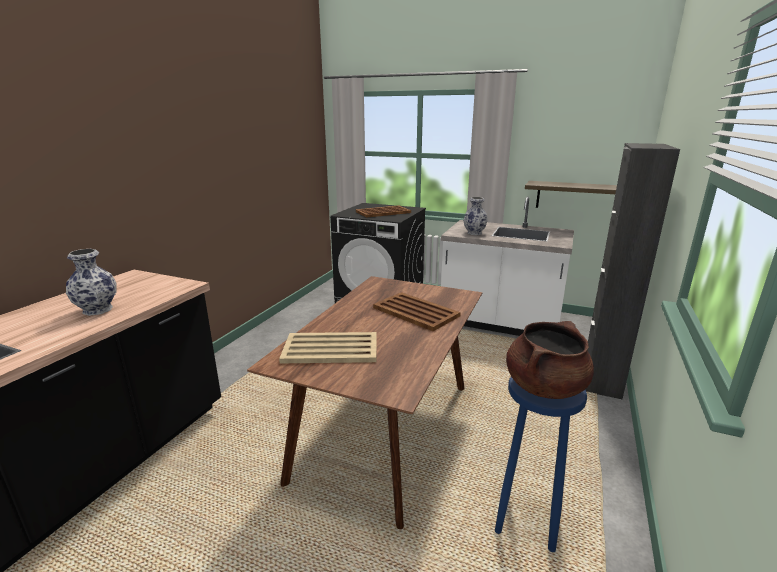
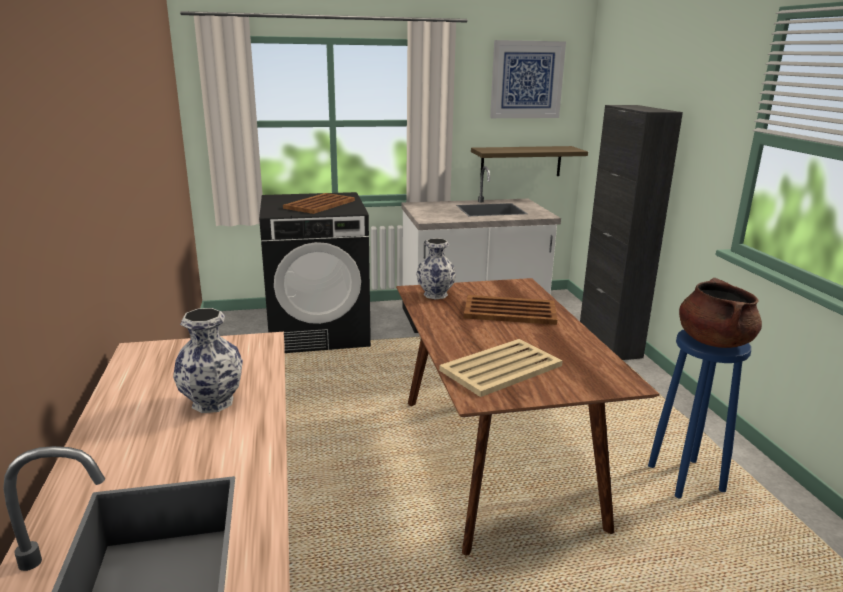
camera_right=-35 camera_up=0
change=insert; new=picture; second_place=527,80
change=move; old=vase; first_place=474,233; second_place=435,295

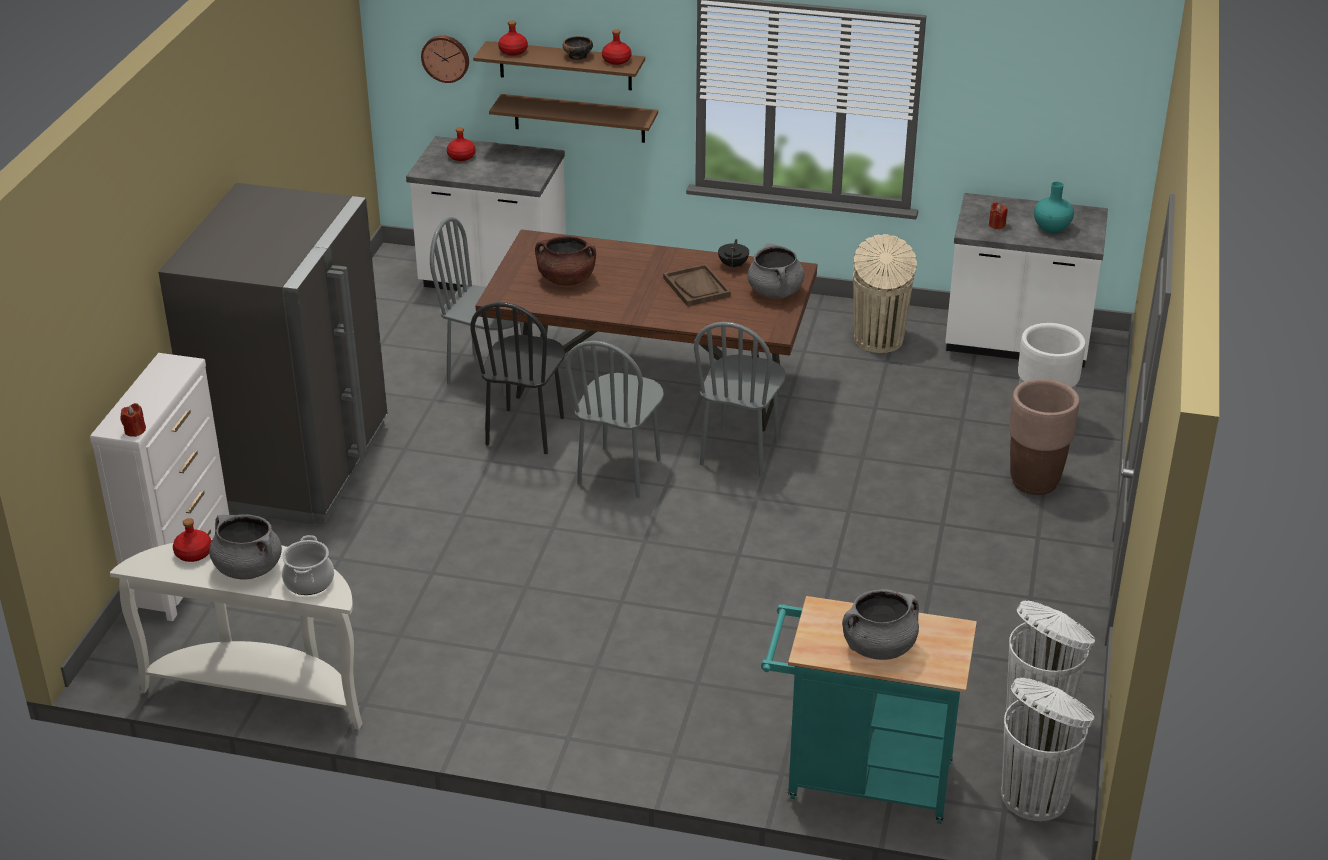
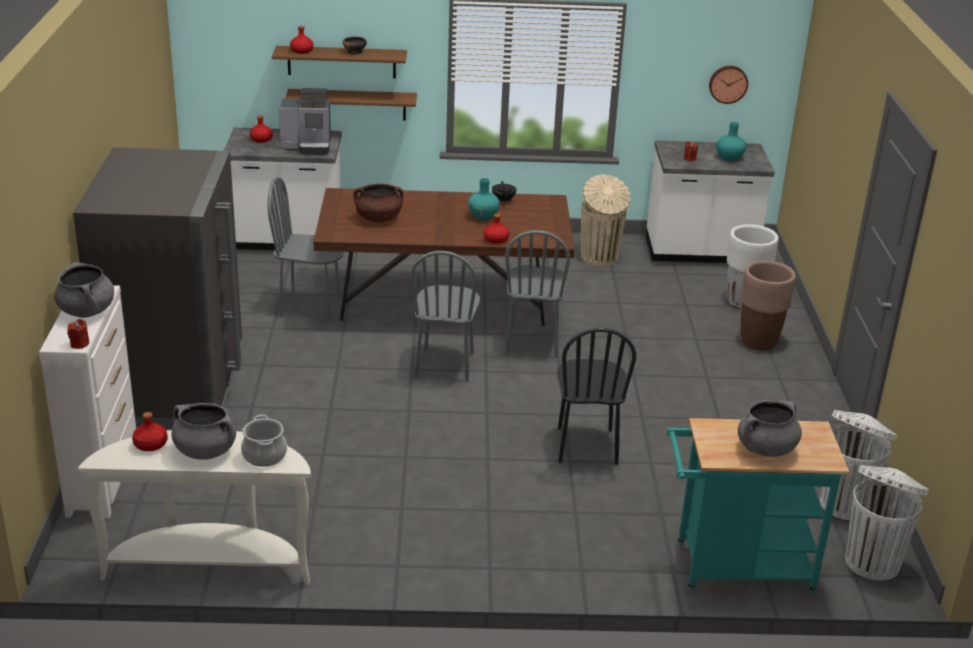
camera_right=-15 camera_up=-5
change=insert; new=coffee machine; second_place=308,147
change=move; old=wall clock; first_place=446,58; second_place=728,84
change=move; old=black chair; first_place=525,431; second_place=586,446
change=move; old=red bottle; first_place=617,60; second_place=496,240
change=move; old=grey cooking pot; first_place=775,292; second_place=87,311
change=replace; old=brown tray; new=turquoise vase; first_place=696,287; second_place=483,216

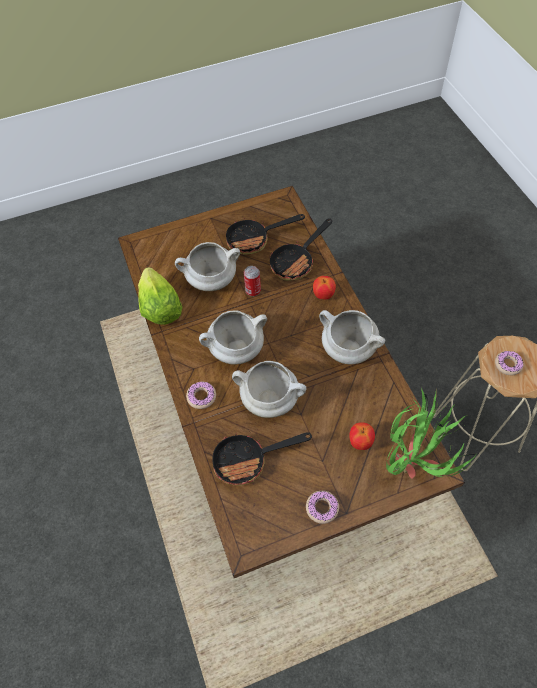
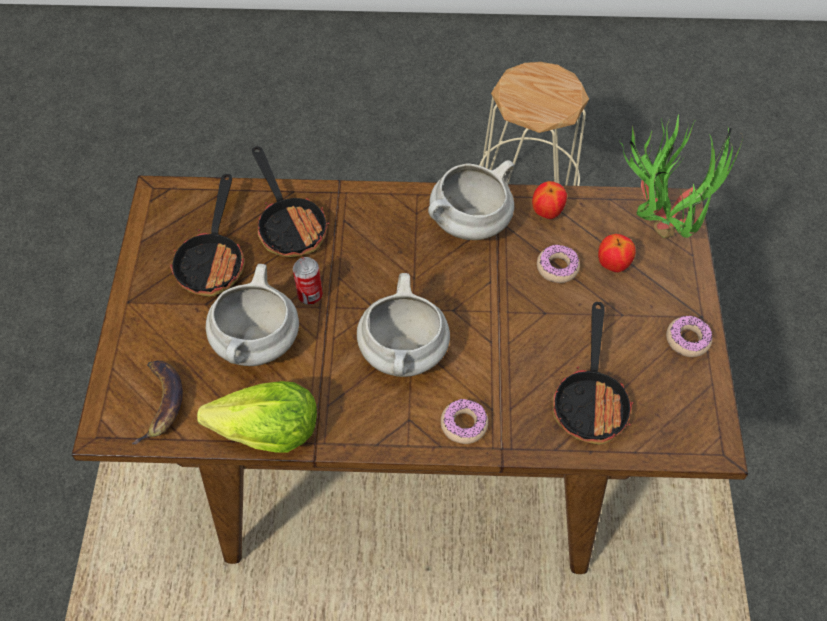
camera_right=-70 camera_up=0
change=delete; old=white cooking pot; first_place=271,399
change=insert; new=banana; second_place=161,403
change=move; old=apple; first_place=323,295; second_place=547,212
change=move; old=donut; first_place=508,365; second_place=557,267

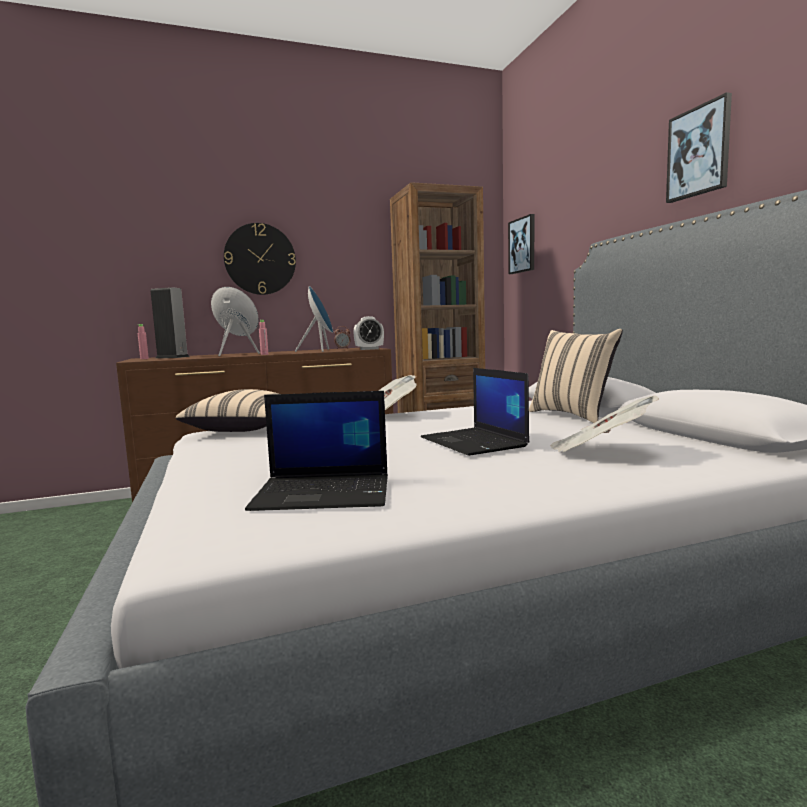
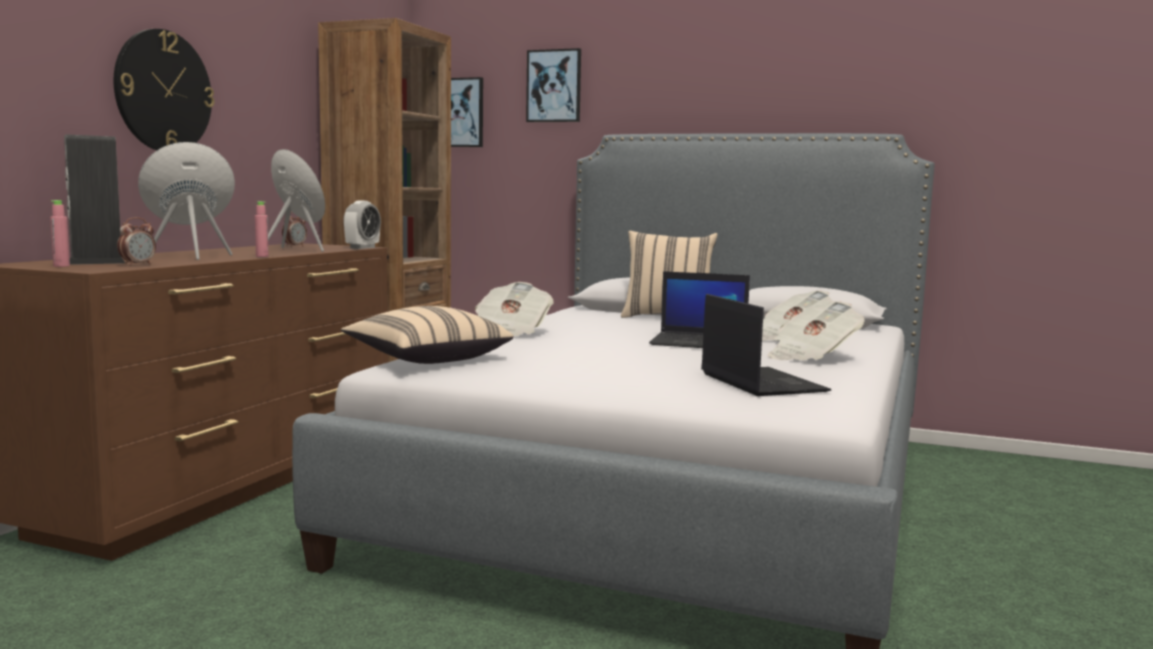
camera_right=-50 camera_up=0
change=insert; new=alarm clock; second_place=138,265
change=insert; new=newspaper; second_place=811,356
change=move; old=picture; first_place=699,151; second_place=554,86
change=rotate; old=laptop; first_place=325,493; second_place=760,382; degrees=-60

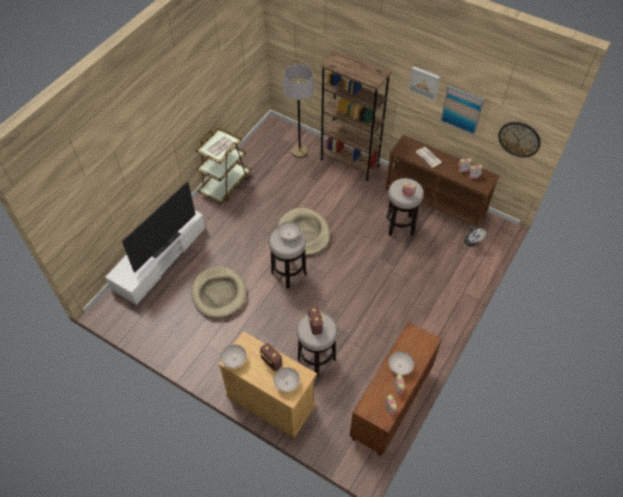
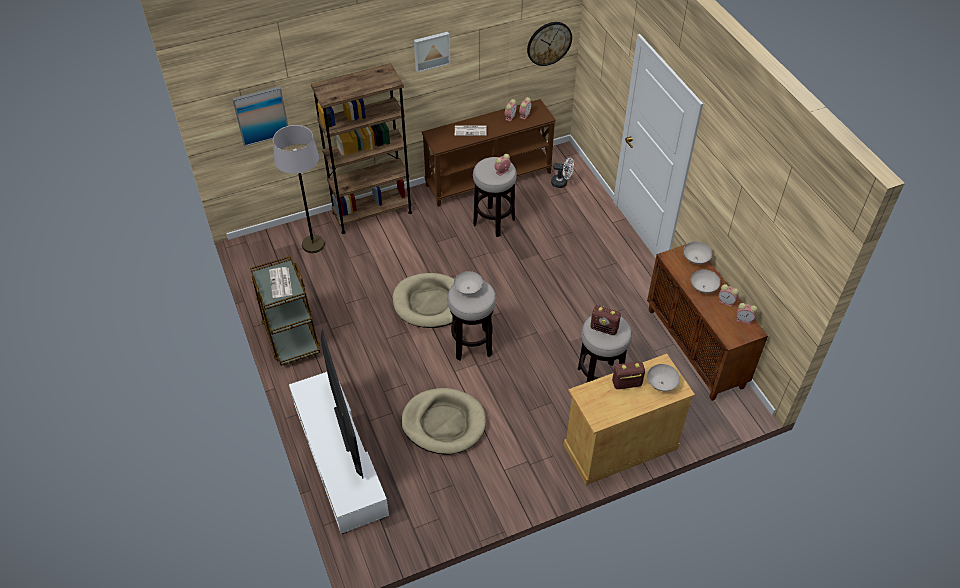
camera_right=-55 camera_up=-5
change=move; old=white bowl; first_place=234,360; second_place=695,259
change=move; old=picture; first_place=462,109; second_place=261,115

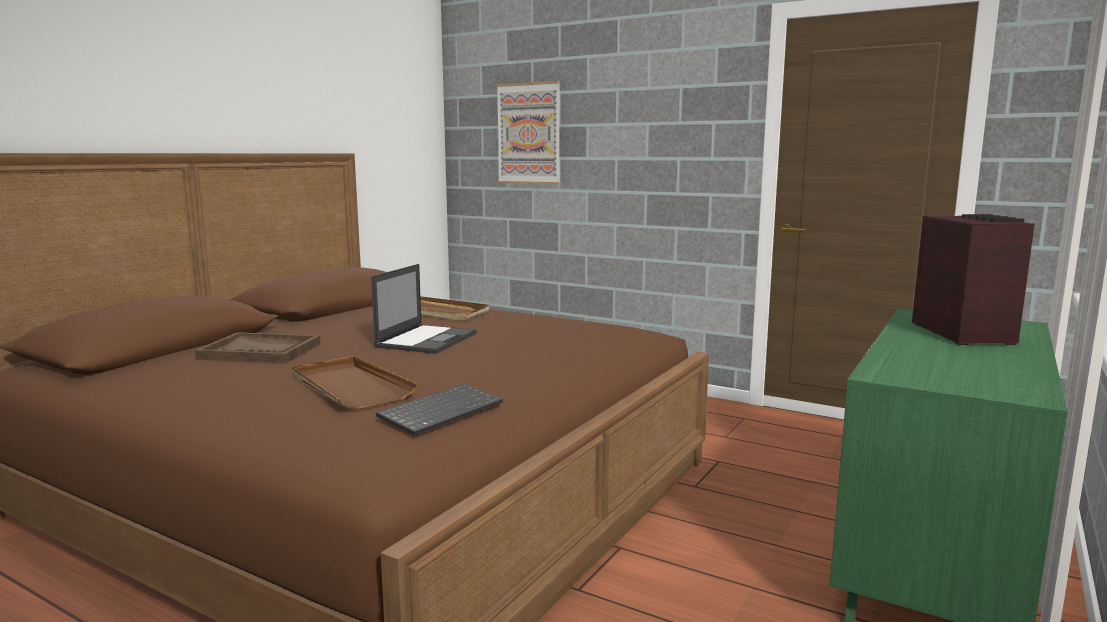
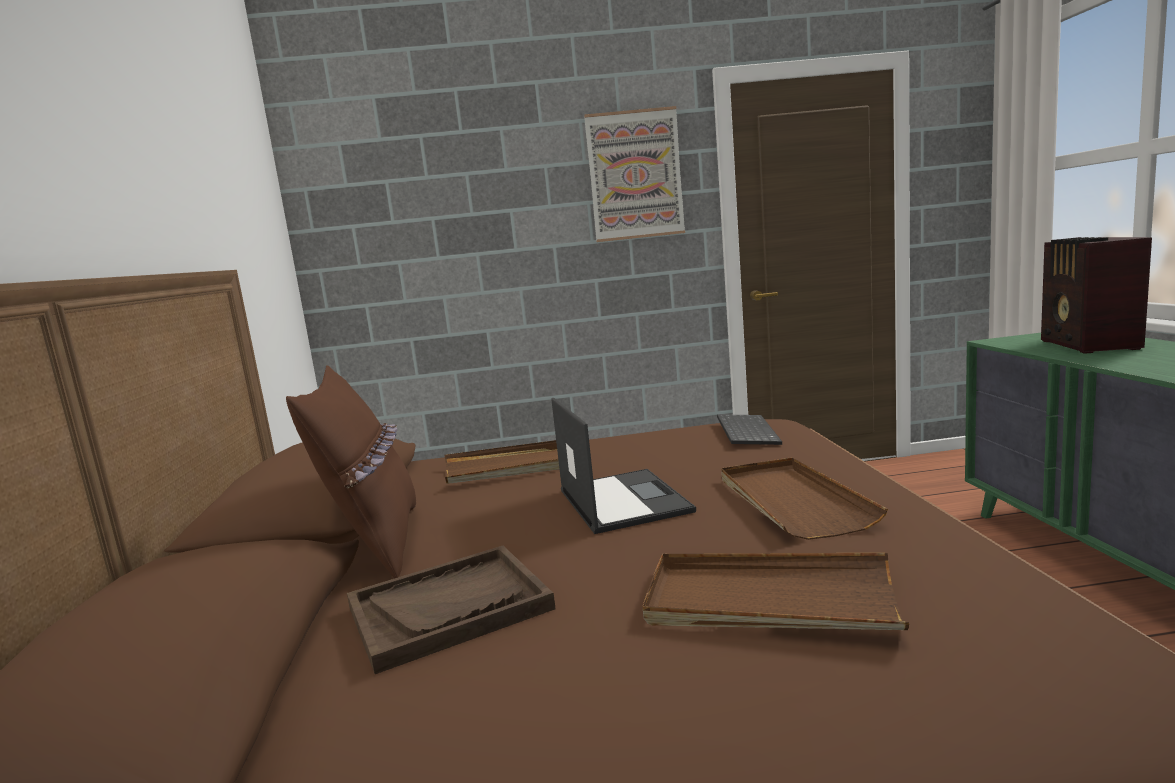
camera_right=-35 camera_up=0
change=insert; new=brown pillow; second_place=376,543
change=insert; new=brown tray; second_place=792,501
change=move; old=keyboard; first_place=441,410; second_place=745,432
change=move; old=picture; first_place=529,134; second_place=635,175
change=rotate; old=radio; first_place=962,333; second_place=1088,345; degrees=-135

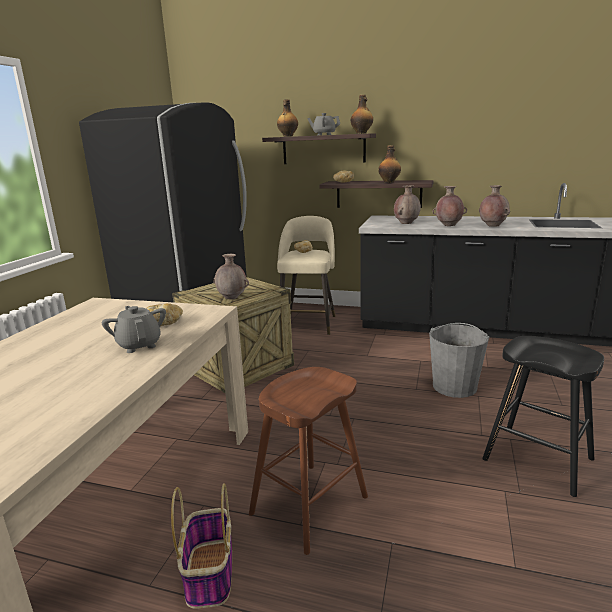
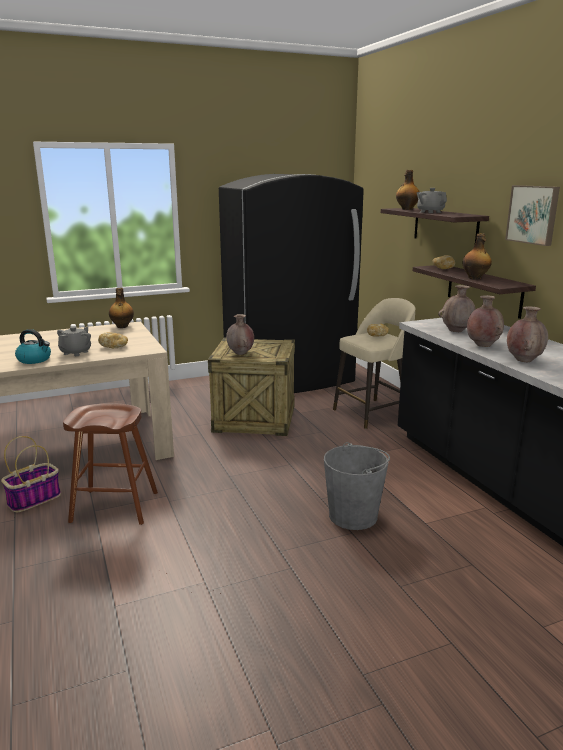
camera_right=50 camera_up=0
change=delete; old=black stool; first_place=537,459
change=insert; new=kettle; second_place=35,360
change=insert; new=picture; second_place=533,214
change=move; old=bottle; first_place=361,133; second_place=122,326

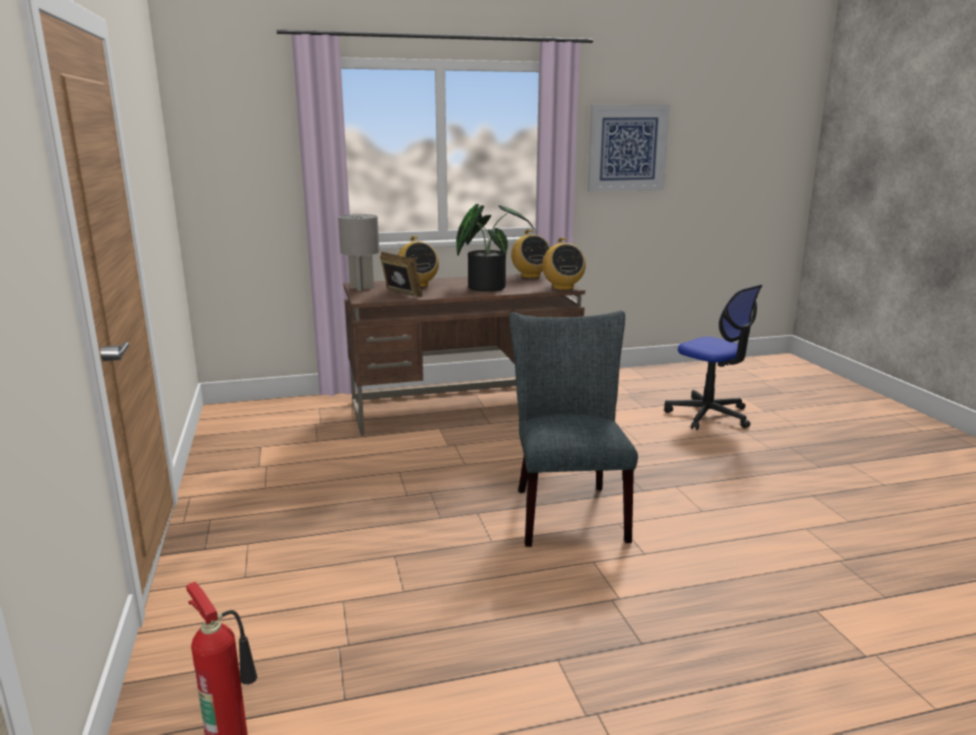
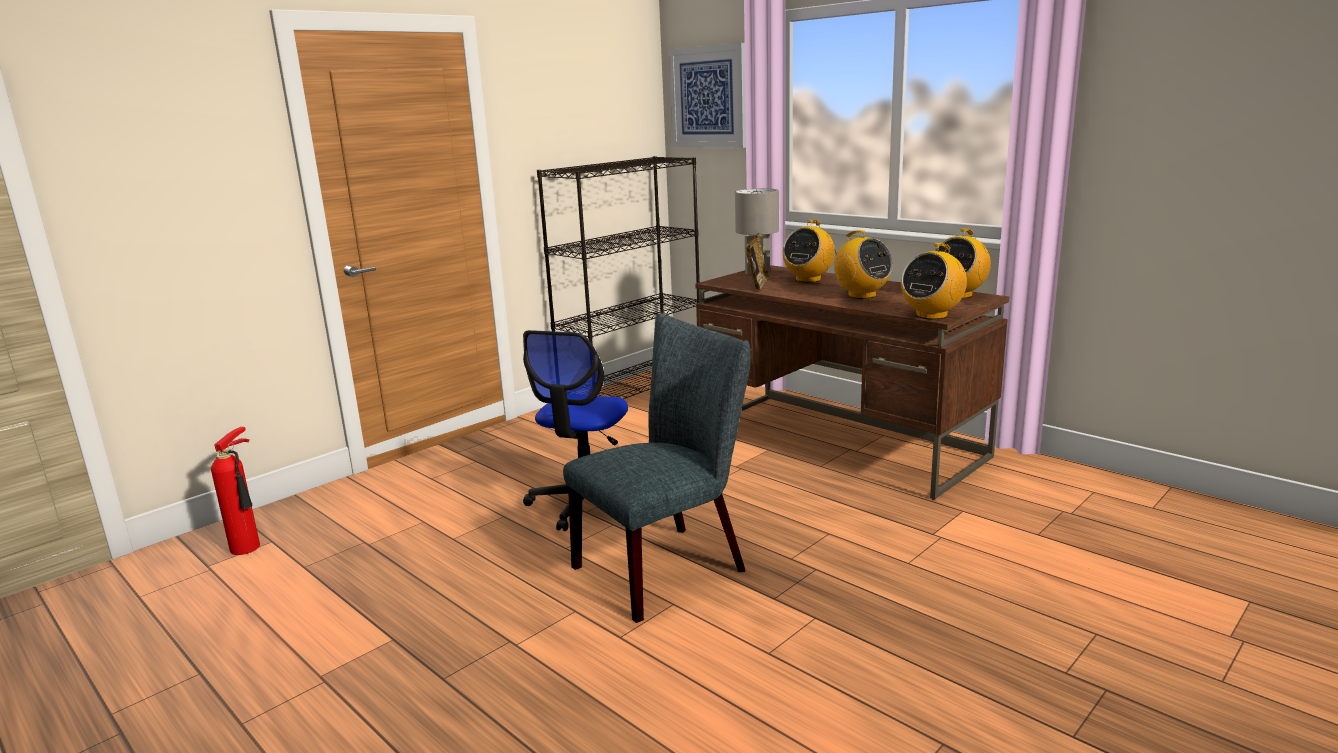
camera_right=60 camera_up=0
change=insert; new=black bookcase; second_place=633,390
change=move; old=picture; first_place=627,148; second_place=708,97
change=move; old=office chair; first_place=709,415; second_place=586,503
change=replace; old=potted plant; new=radio; first_place=487,287; second_place=861,295

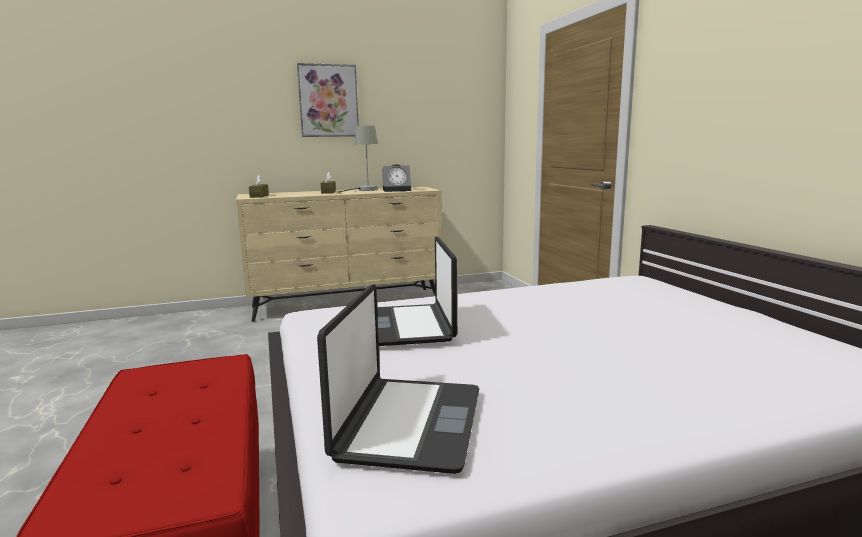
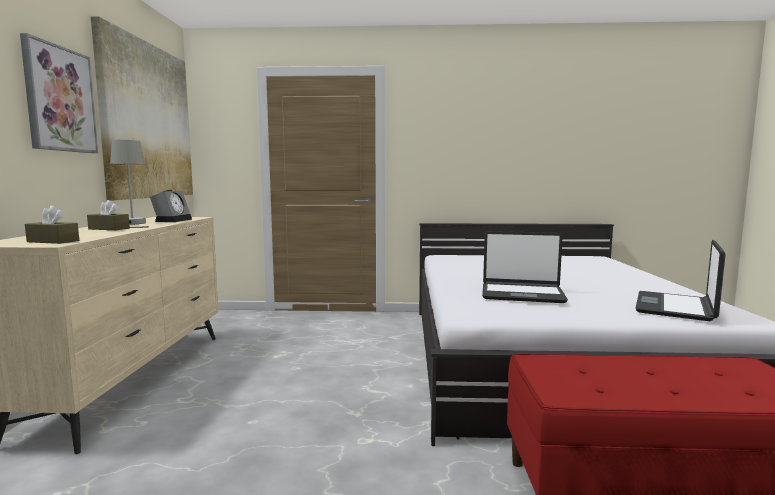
camera_right=-70 camera_up=-5
change=insert; new=picture; second_place=147,121
change=rotate; old=laptop; first_place=408,423; second_place=676,307; degrees=-90

